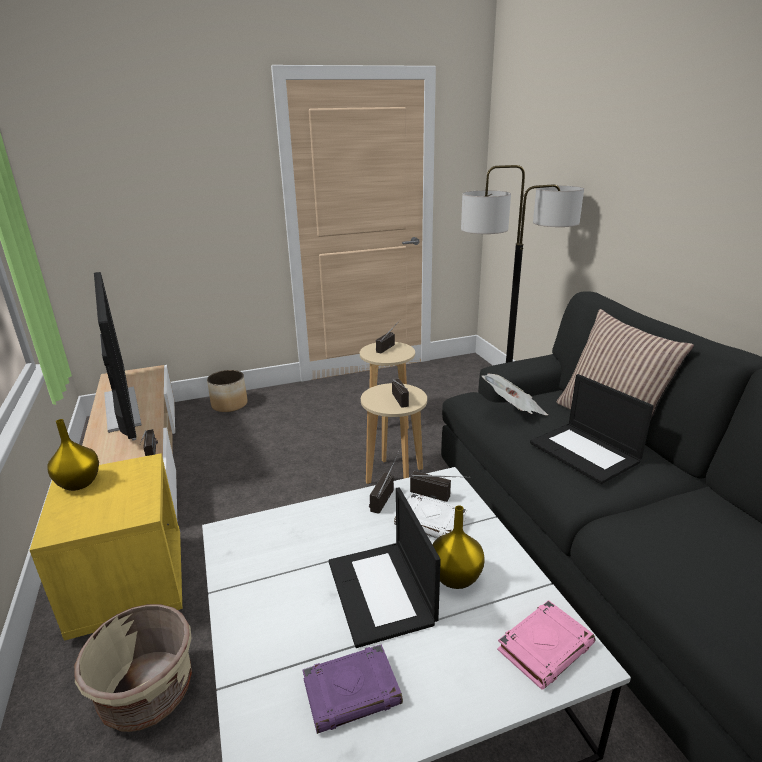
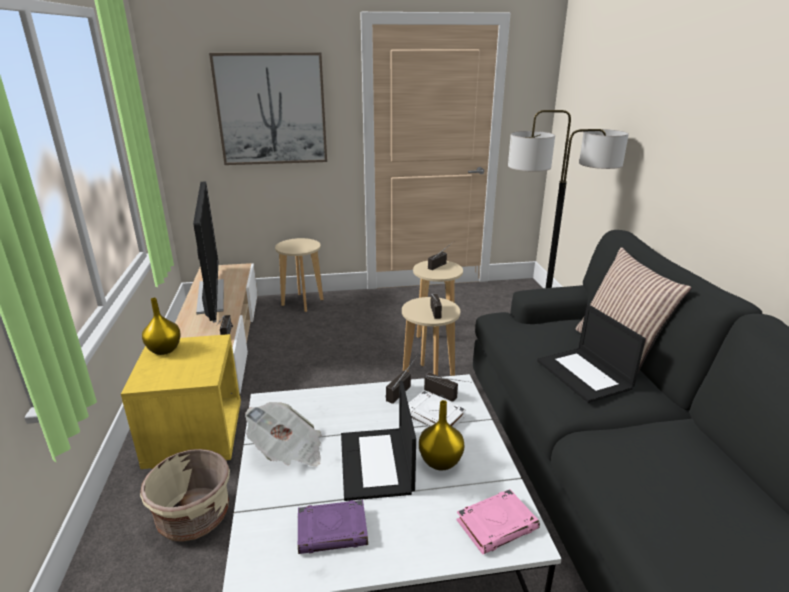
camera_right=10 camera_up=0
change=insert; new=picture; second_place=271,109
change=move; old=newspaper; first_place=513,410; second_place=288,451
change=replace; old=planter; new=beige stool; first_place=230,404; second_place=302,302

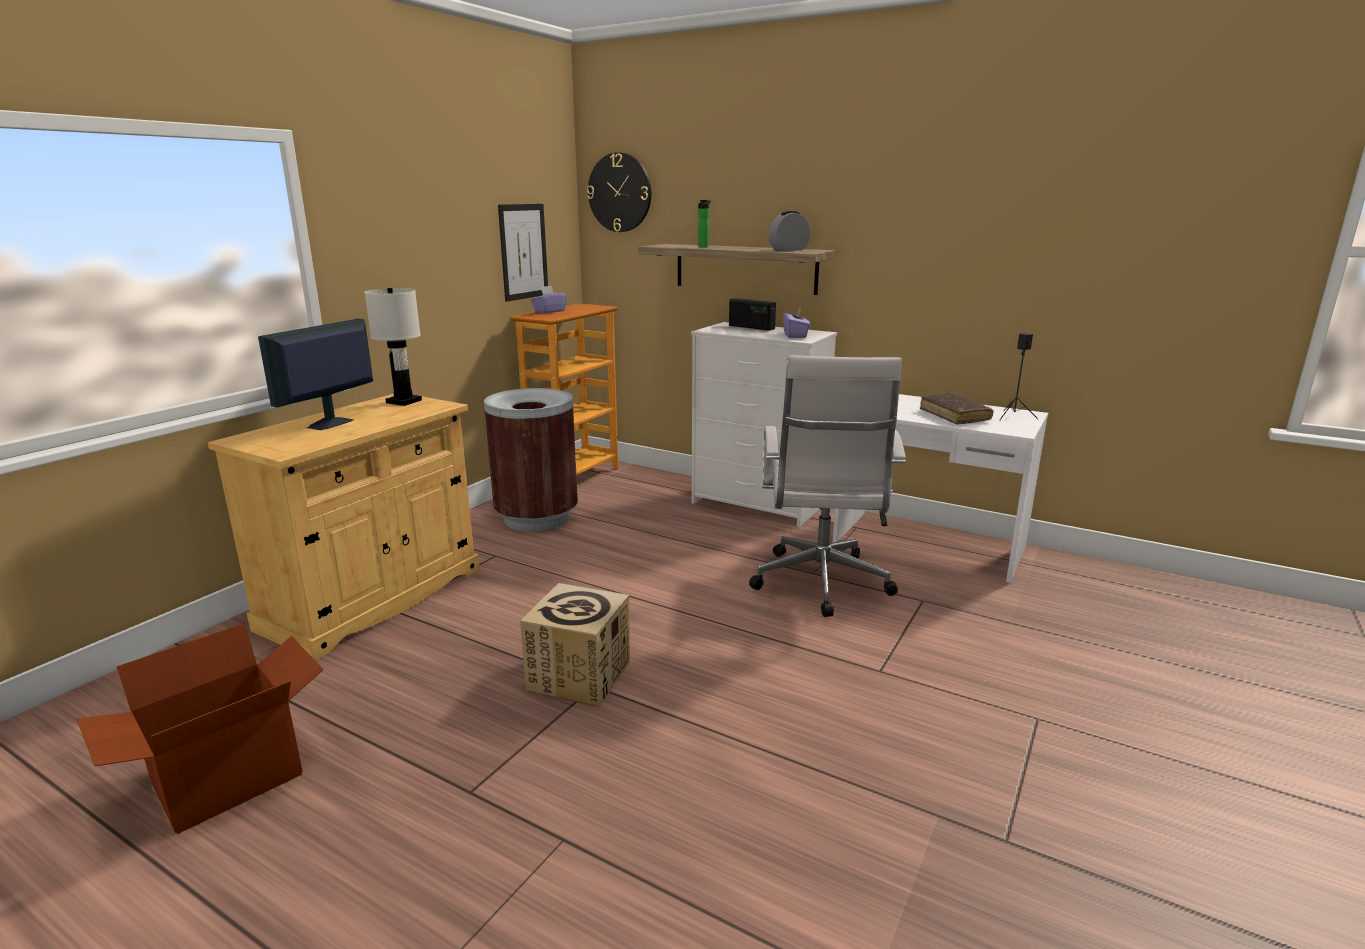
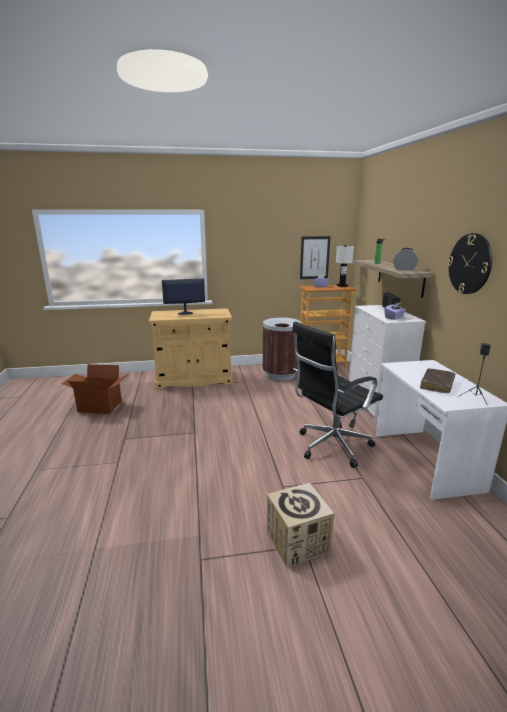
camera_right=50 camera_up=0
change=move; old=white table lamp; first_place=403,401; second_place=342,286
change=move; old=cardboard box; first_place=580,676; second_place=297,541
change=move; old=wall clock; first_place=620,192; second_place=470,264
change=recolor; old=white office chair; new=black office chair; first_place=821,585; second_place=331,447

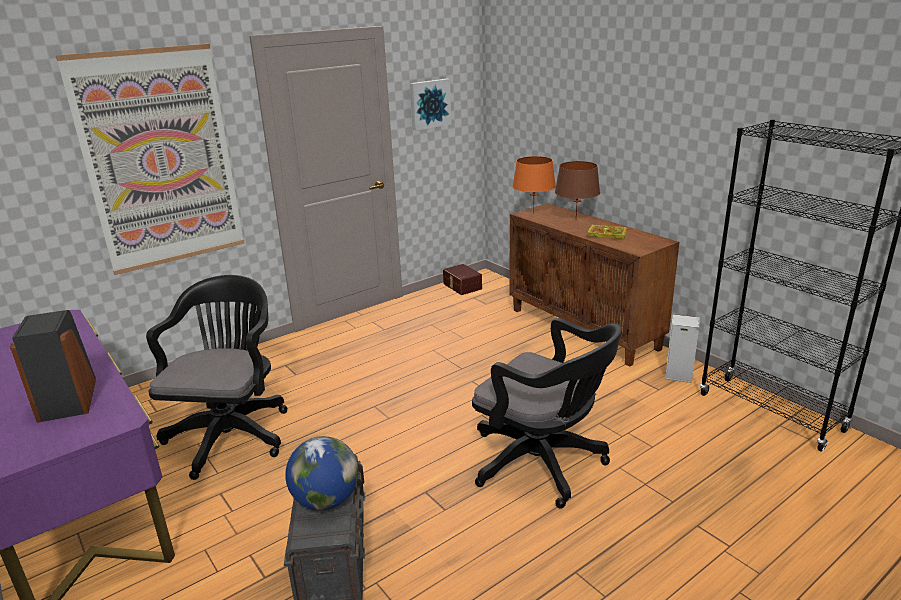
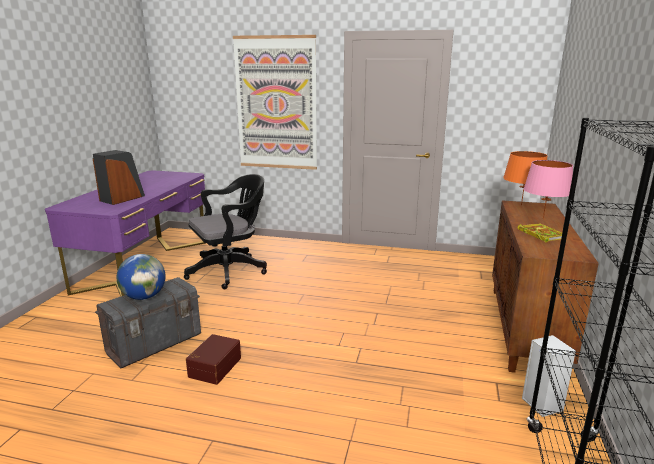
camera_right=50 camera_up=-5
change=delete; old=picture; first_place=429,104
change=delete; old=black office chair; first_place=543,464
change=move; old=brown storage box; first_place=461,286; second_place=214,367
change=recolor; old=brown table lamp; new=pink table lamp; first_place=576,220; second_place=543,219

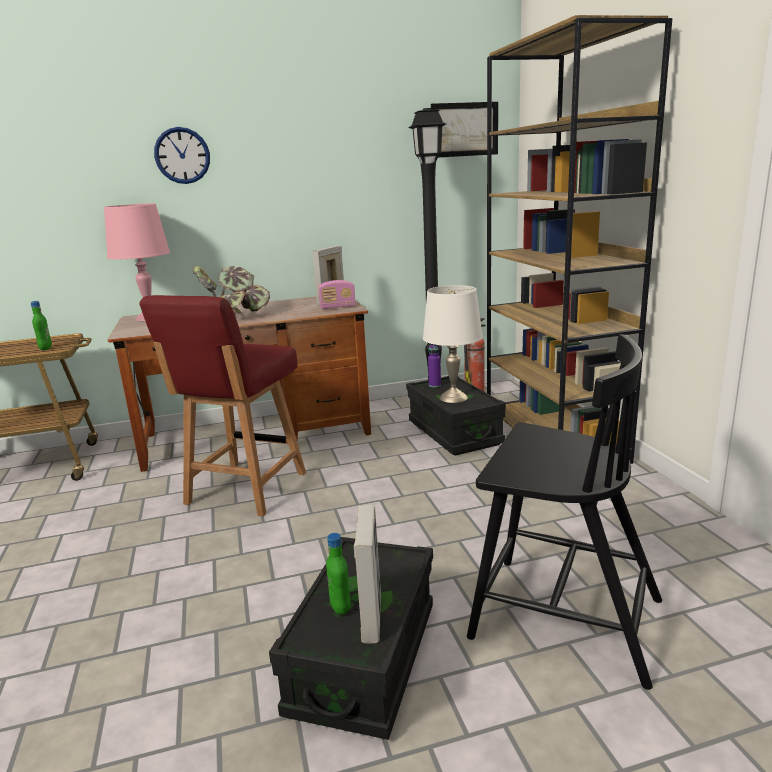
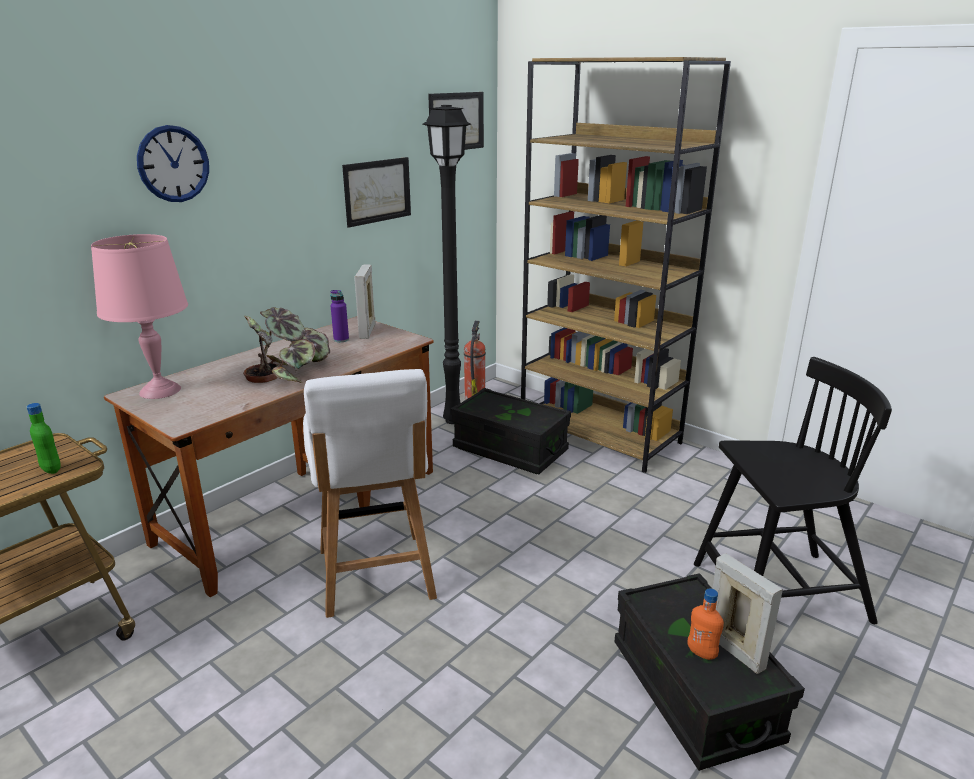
camera_right=-35 camera_up=5
change=delete; old=radio; first_place=337,307
change=delete; old=white table lamp; first_place=453,397
change=insert; new=picture; second_place=377,191
change=move; old=purple bottle; first_place=434,385; second_place=341,339
change=recolor; old=red chair; new=white chair; first_place=245,489; second_place=376,576
change=recolor; old=green bottle; new=orange bottle; first_place=340,607; second_place=701,653

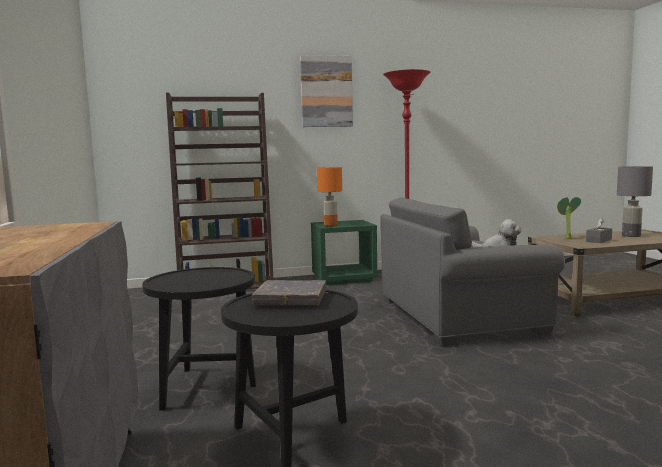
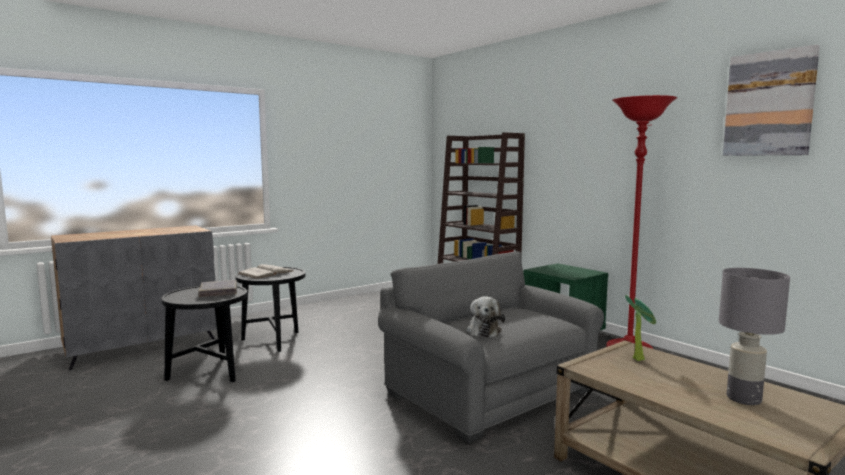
camera_right=65 camera_up=0
change=delete; old=orange table lamp; first_place=330,225
change=delete; old=grey tissue box; first_place=598,240
change=insert; new=white book; second_place=266,272
change=move; old=picture; first_place=326,91; second_place=769,104

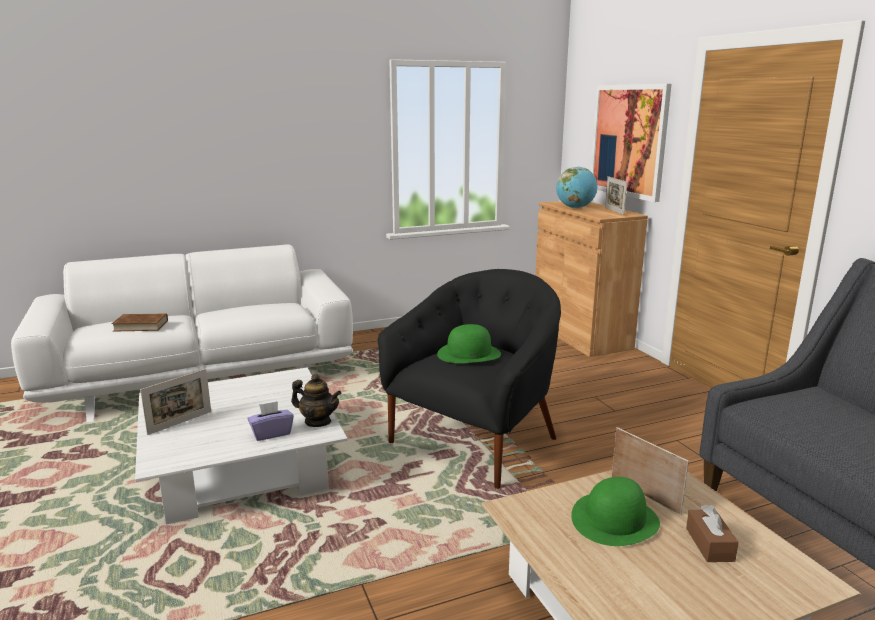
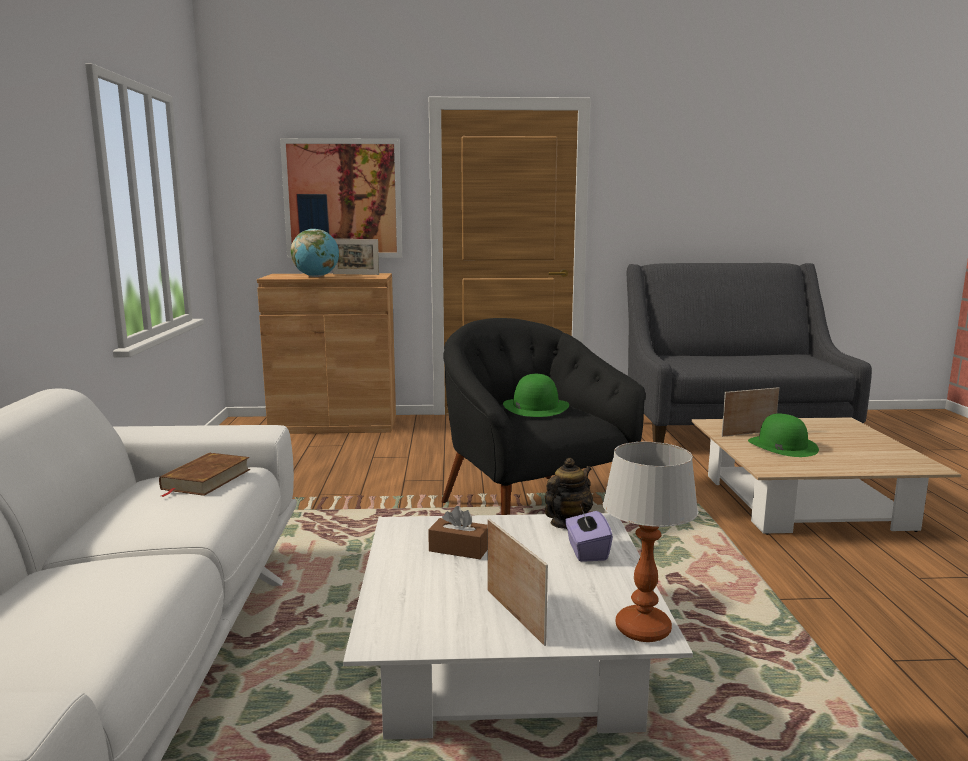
camera_right=-70 camera_up=-5
change=insert; new=table lamp; second_place=642,629
change=move; old=brown book; first_place=140,326; second_place=206,479
change=move; old=brown tissue box; first_place=709,544; second_place=459,549

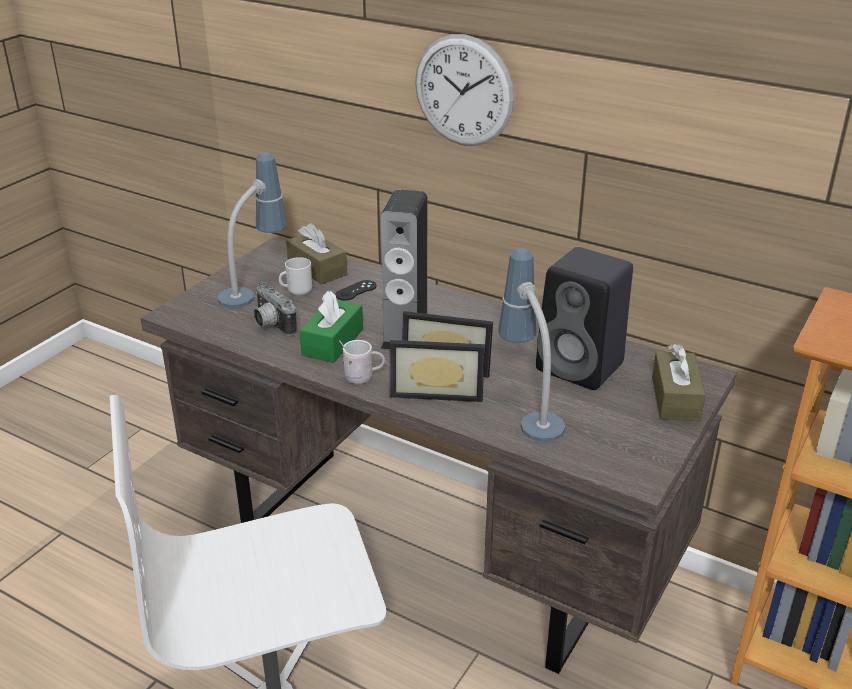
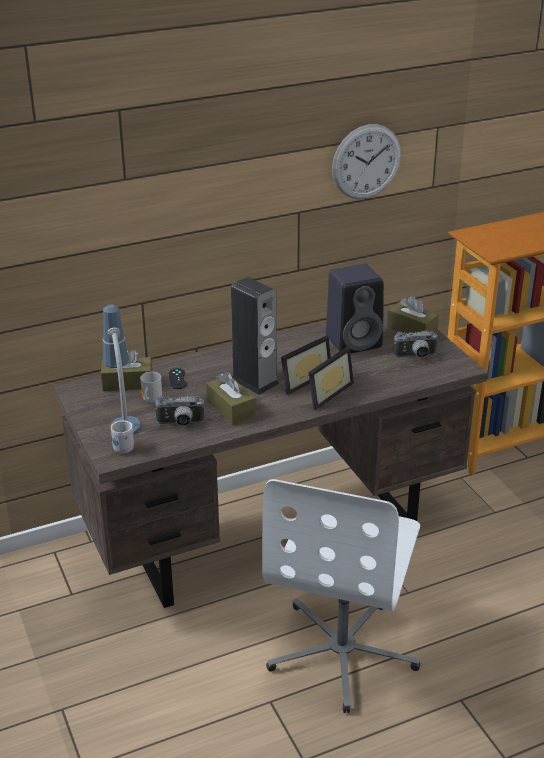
camera_right=-55 camera_up=0
change=delete; old=table lamp; first_place=528,410
change=insert; new=photo camera; second_place=416,357
change=move; old=white mug; first_place=363,378; second_place=125,447
change=move; old=wall clock; first_place=463,91; second_place=366,162
change=recolor; old=green tissue box; new=brown tissue box; first_place=333,342; second_place=231,408

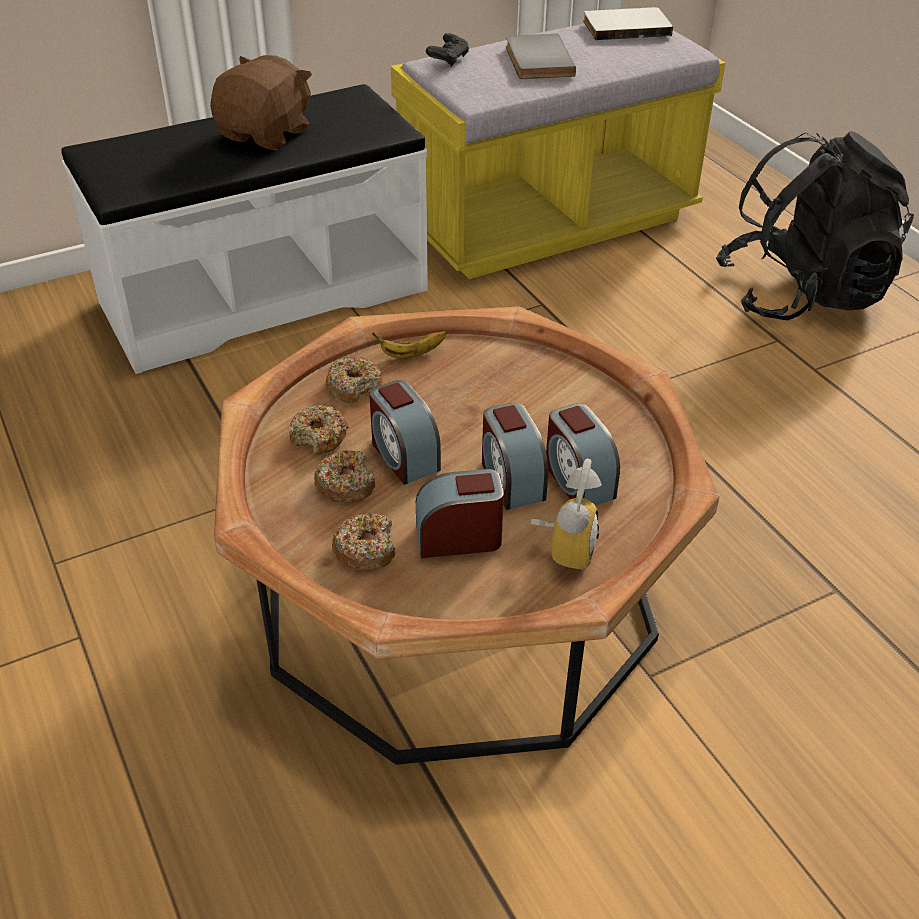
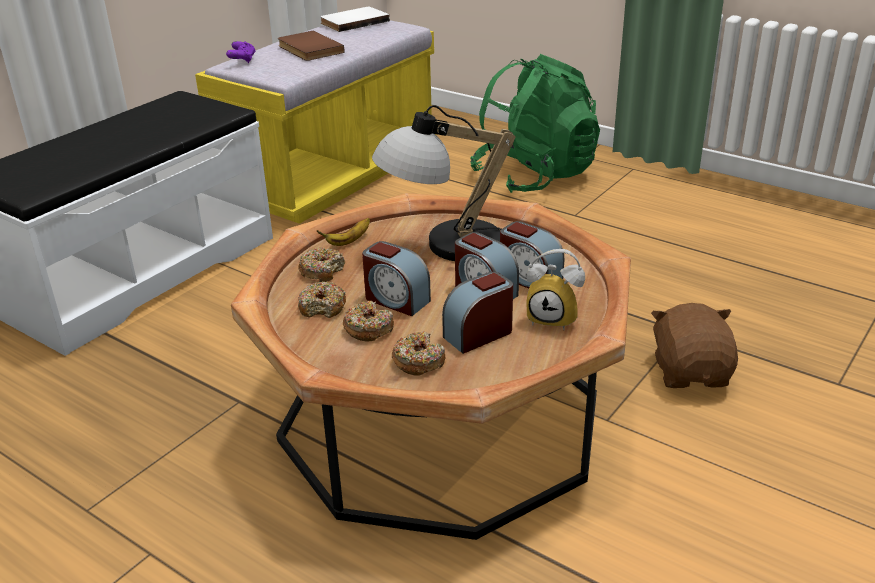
camera_right=-25 camera_up=-10
change=insert; new=table lamp; second_place=444,247
change=move; old=brown plush toy; first_place=266,134; second_place=691,373
change=recolor; old=black game controller; new=purple game controller; first_place=448,60; second_place=242,60
change=recolor; old=grey book; new=brown book; first_place=536,61; second_place=308,49
change=recolor; old=black backpack; new=green backpack; first_place=801,294; second_place=534,176
change=rotate; old=alarm clock; first_place=563,549; second_place=554,318; degrees=120

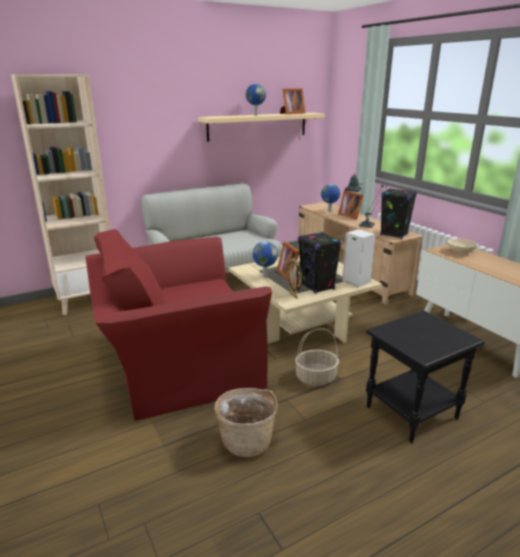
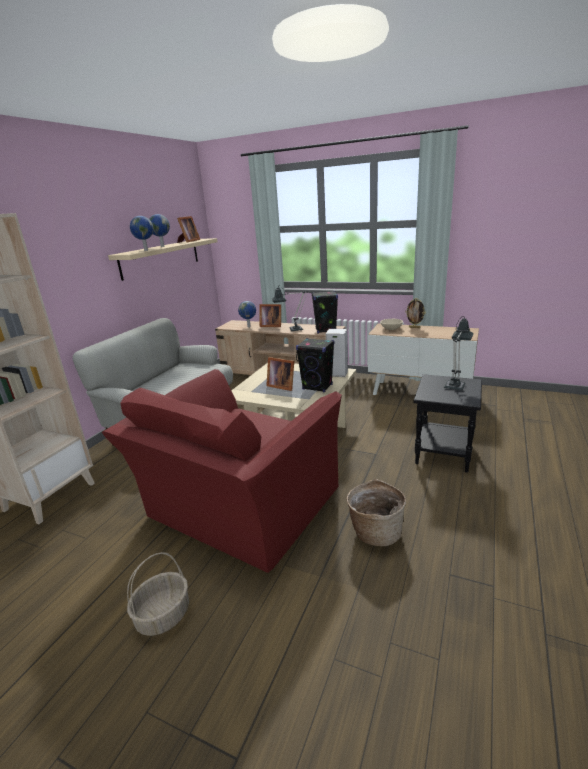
camera_right=-35 camera_up=0
change=insert; new=table lamp; second_place=455,384
change=move; old=globe; first_place=264,276; second_place=145,250
change=move; old=picture frame; first_place=294,295; second_place=414,327
change=move; old=basket; first_place=315,378; second_place=163,616

